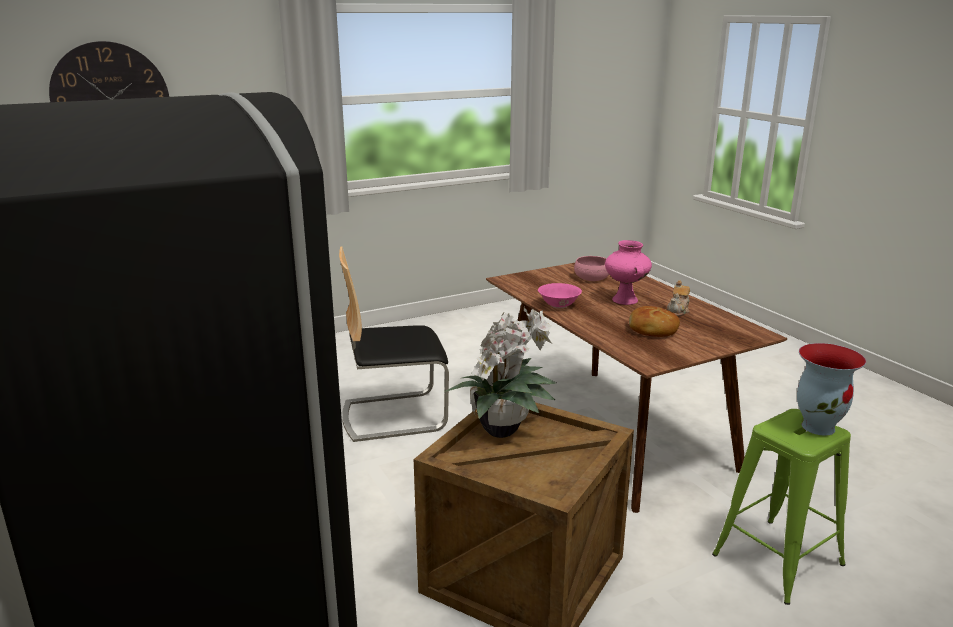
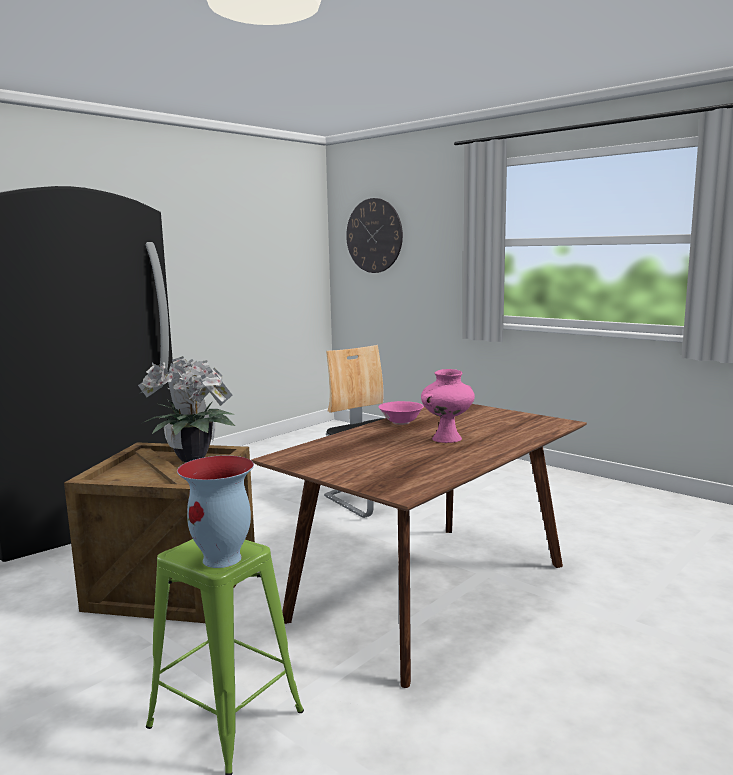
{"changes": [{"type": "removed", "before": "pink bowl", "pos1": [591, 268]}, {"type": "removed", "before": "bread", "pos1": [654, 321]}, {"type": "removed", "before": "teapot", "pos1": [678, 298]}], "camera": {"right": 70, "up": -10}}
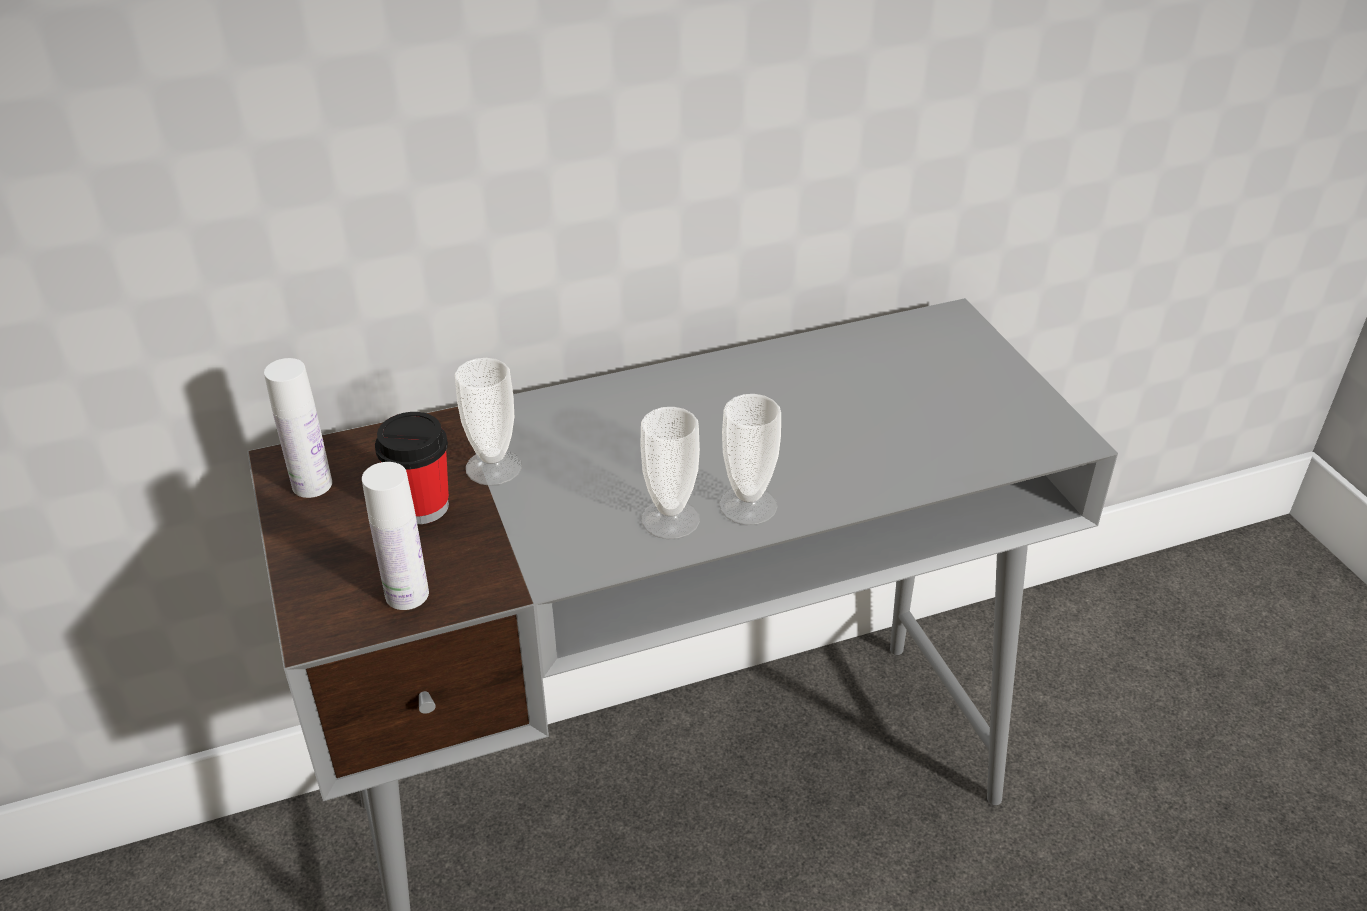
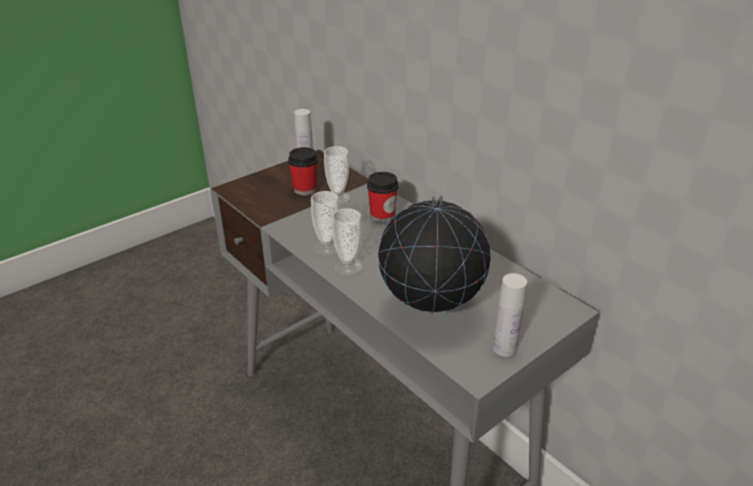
{"changes": [{"type": "moved", "before": "white bottle", "pos1": [395, 536], "pos2": [510, 315]}, {"type": "added", "after": "cup", "pos2": [383, 197]}, {"type": "added", "after": "globe", "pos2": [434, 254]}], "camera": {"right": 70, "up": -5}}
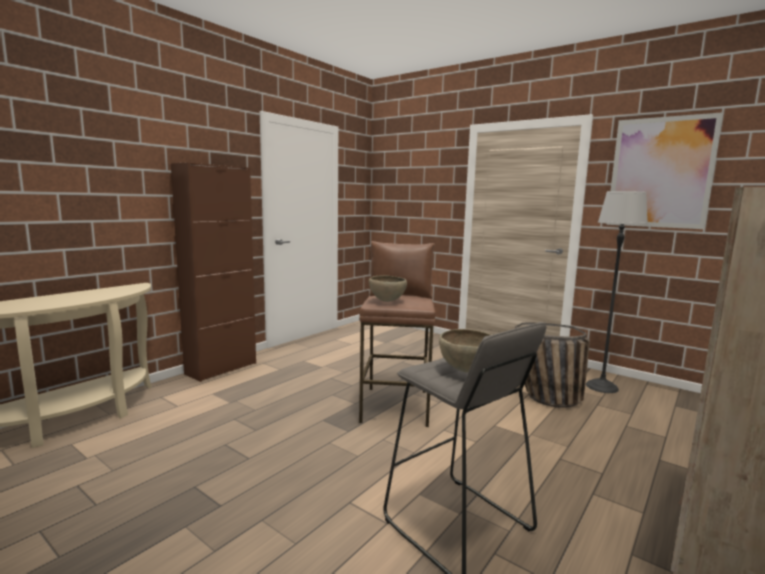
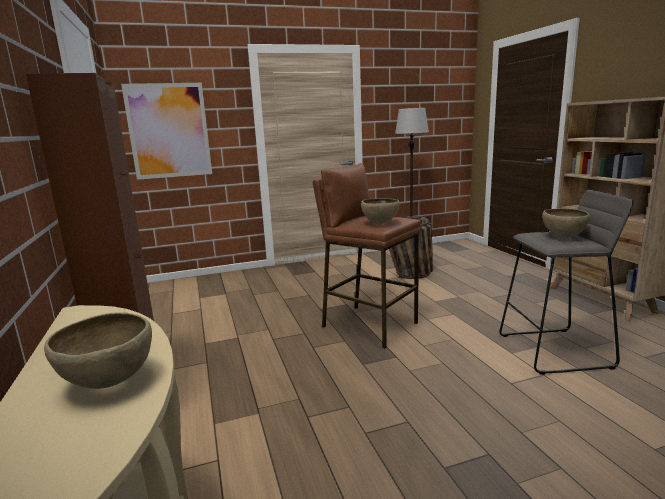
{"changes": [{"type": "moved", "before": "picture", "pos1": [665, 170], "pos2": [166, 131]}, {"type": "added", "after": "brown bowl", "pos2": [98, 350]}], "camera": {"right": -55, "up": 5}}
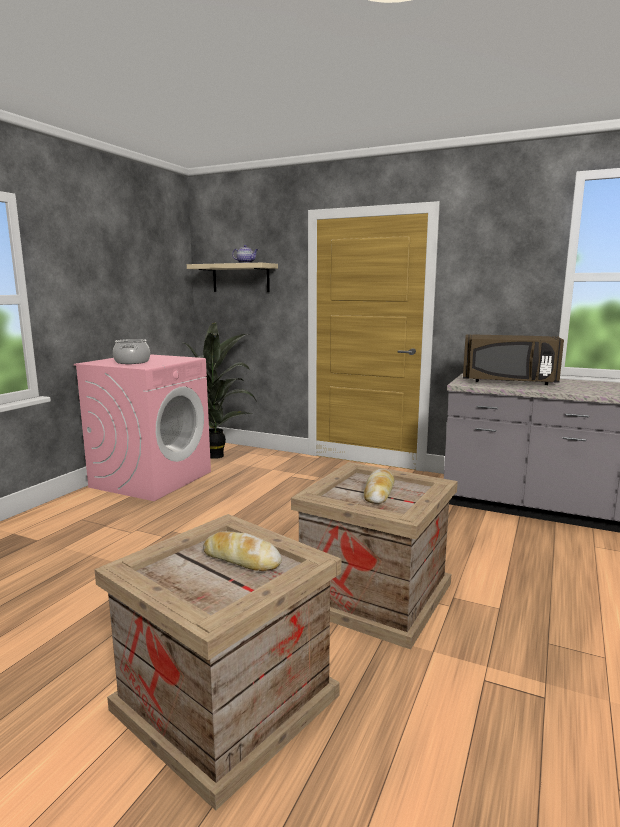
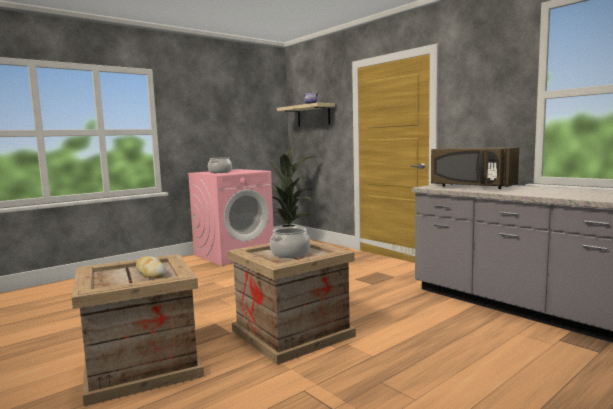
{"changes": [{"type": "replaced", "before": "bread", "after": "cooking pot", "pos1": [379, 486], "pos2": [290, 242]}], "camera": {"right": 25, "up": -5}}
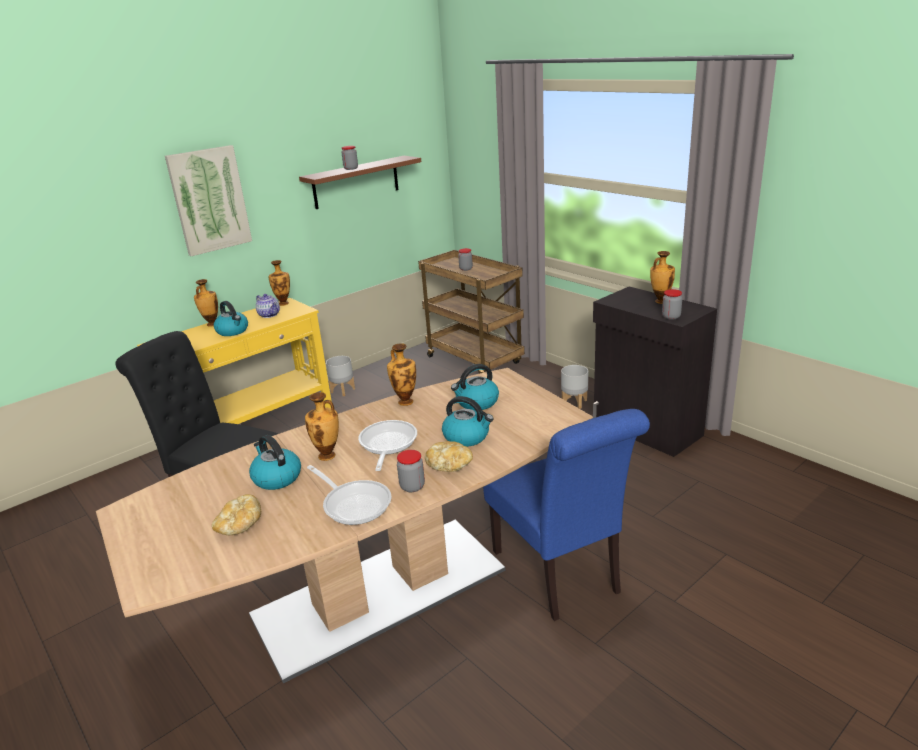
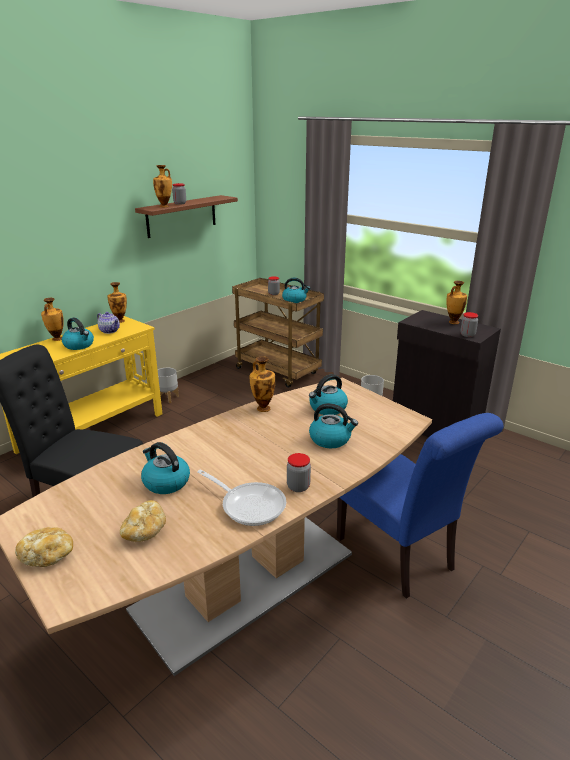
{"changes": [{"type": "removed", "before": "picture", "pos1": [208, 200]}, {"type": "moved", "before": "vase", "pos1": [322, 426], "pos2": [162, 186]}, {"type": "removed", "before": "frying pan", "pos1": [387, 445]}, {"type": "moved", "before": "bread", "pos1": [449, 456], "pos2": [44, 547]}, {"type": "added", "after": "kettle", "pos2": [296, 290]}], "camera": {"right": -10, "up": 0}}
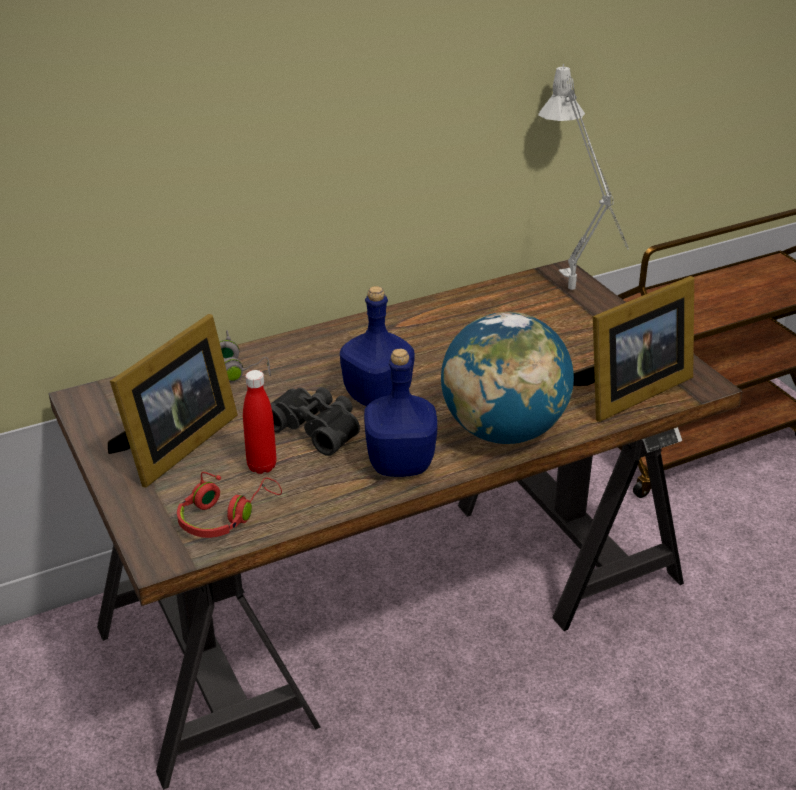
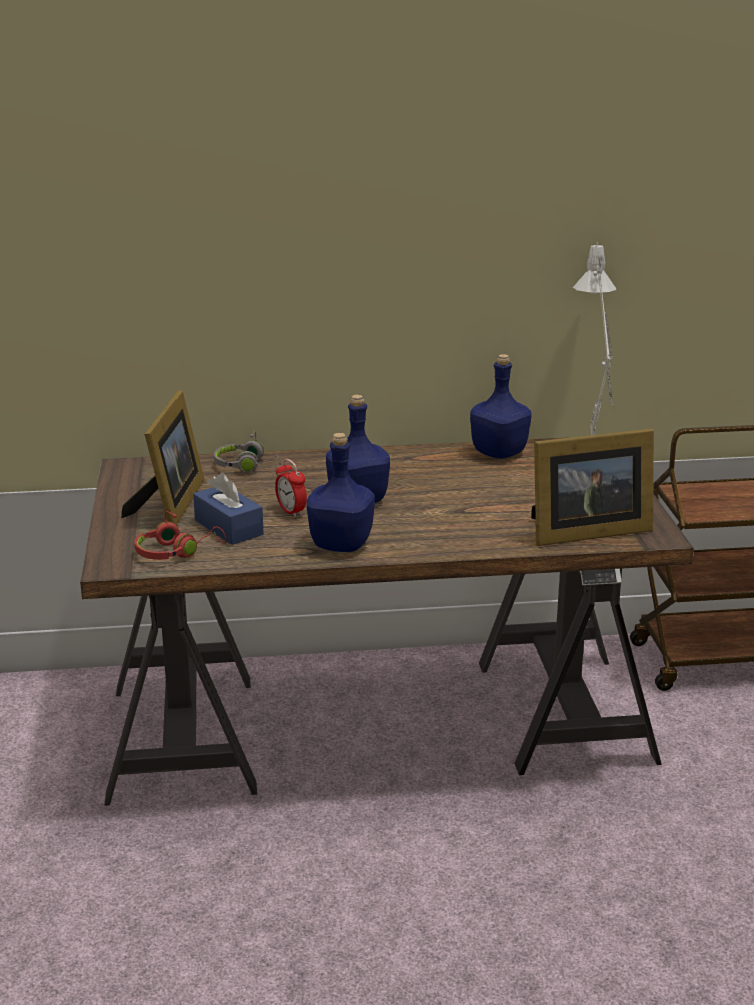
{"changes": [{"type": "turned", "before": "picture frame", "pos1": [173, 401], "pos2": [162, 457], "turn": -45}, {"type": "replaced", "before": "red bottle", "after": "blue tissue box", "pos1": [259, 422], "pos2": [228, 509]}, {"type": "replaced", "before": "black binoculars", "after": "alarm clock", "pos1": [315, 421], "pos2": [291, 488]}, {"type": "removed", "before": "globe", "pos1": [507, 378]}, {"type": "added", "after": "blue bottle", "pos2": [501, 406]}], "camera": {"right": 20, "up": -10}}
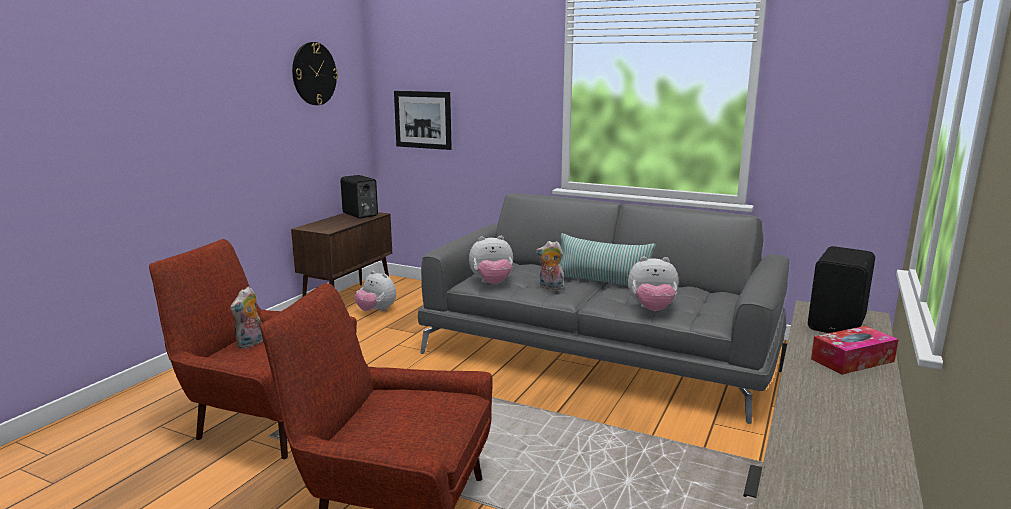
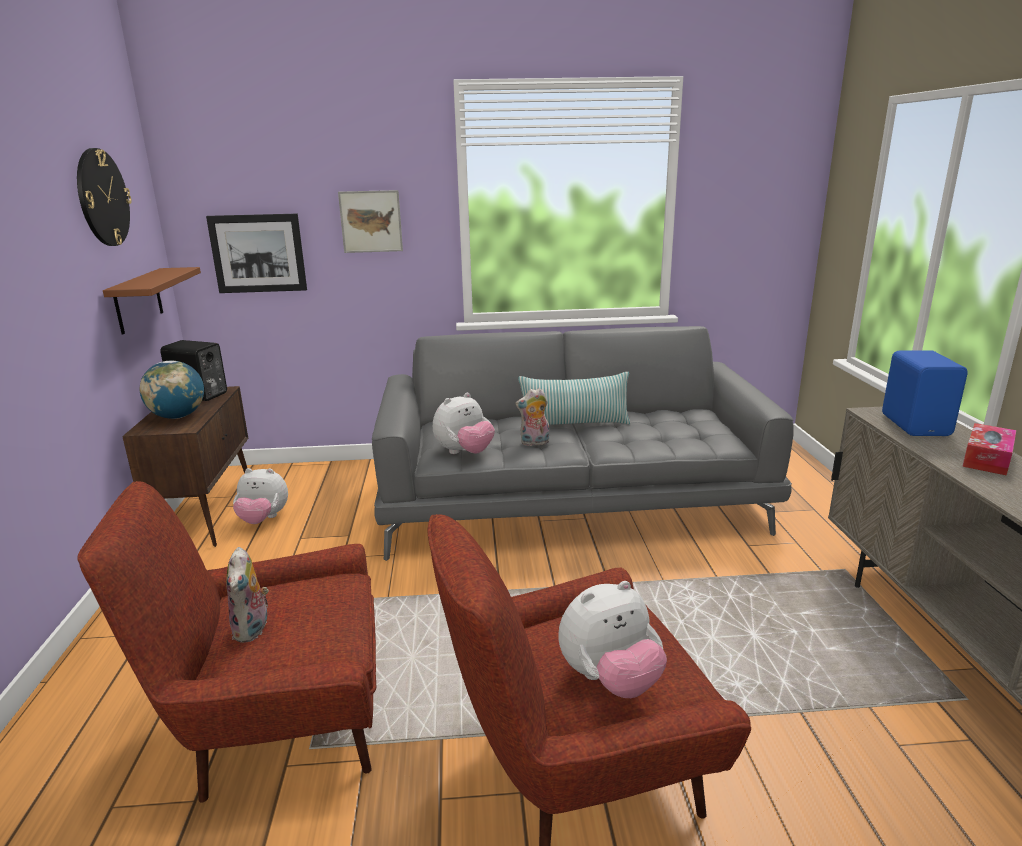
{"changes": [{"type": "moved", "before": "plush toy", "pos1": [653, 284], "pos2": [612, 639]}, {"type": "recoloured", "before": "black speaker", "after": "blue speaker", "pos1": [841, 289], "pos2": [925, 393]}, {"type": "added", "after": "brown shelf", "pos2": [152, 300]}, {"type": "added", "after": "globe", "pos2": [172, 390]}, {"type": "added", "after": "picture", "pos2": [370, 221]}], "camera": {"right": -30, "up": 5}}
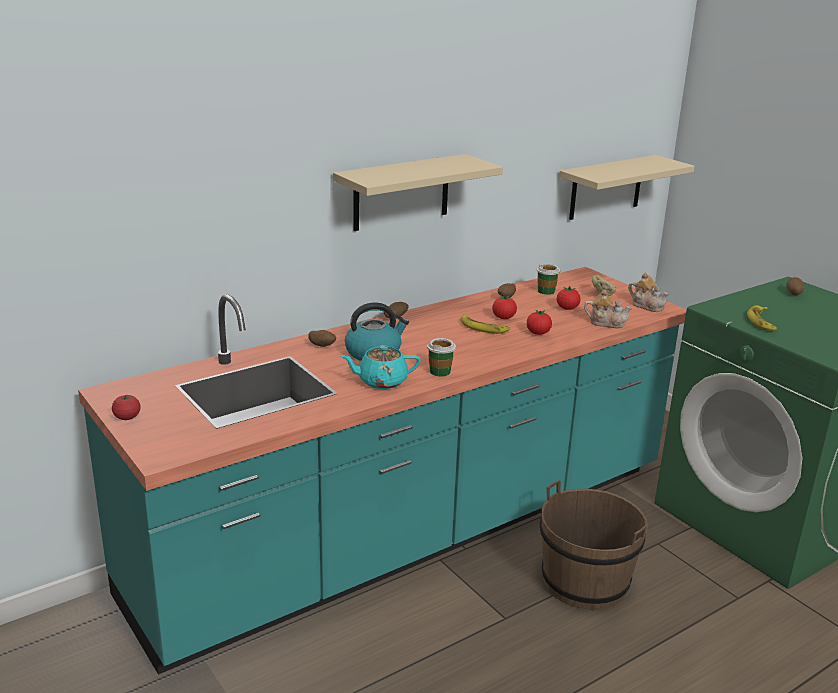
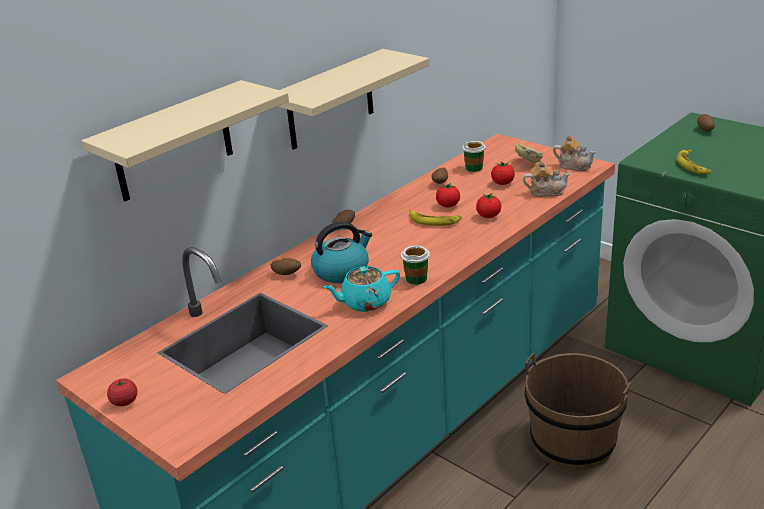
{"changes": [{"type": "moved", "before": "beige shelf", "pos1": [627, 187], "pos2": [185, 140]}], "camera": {"right": -10, "up": 5}}
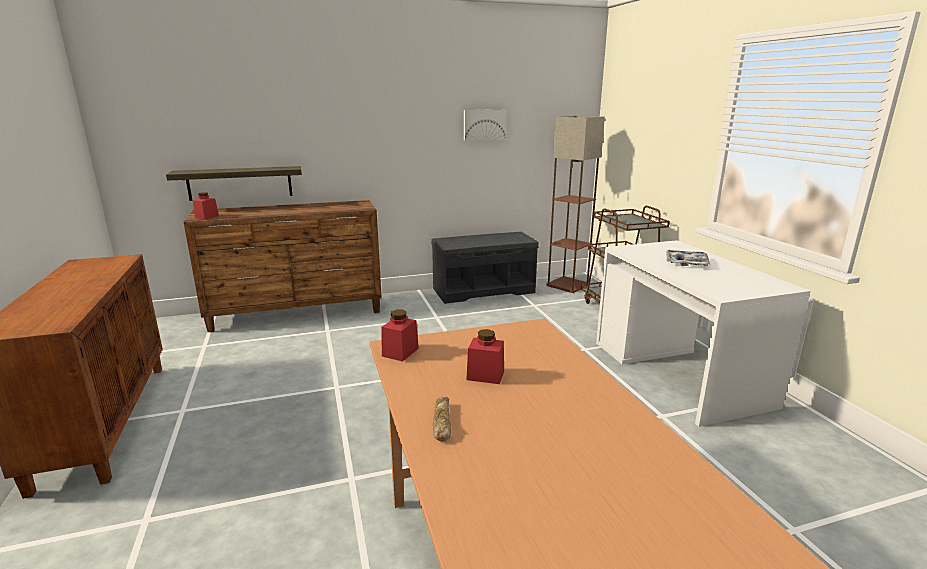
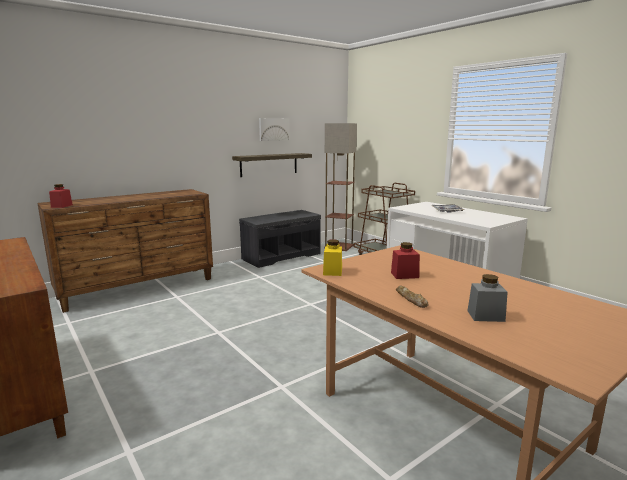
{"changes": [{"type": "moved", "before": "shelf", "pos1": [234, 183], "pos2": [272, 165]}, {"type": "recoloured", "before": "red jar", "after": "yellow jar", "pos1": [400, 336], "pos2": [332, 257]}, {"type": "added", "after": "grey jar", "pos2": [488, 298]}], "camera": {"right": -20, "up": -5}}
